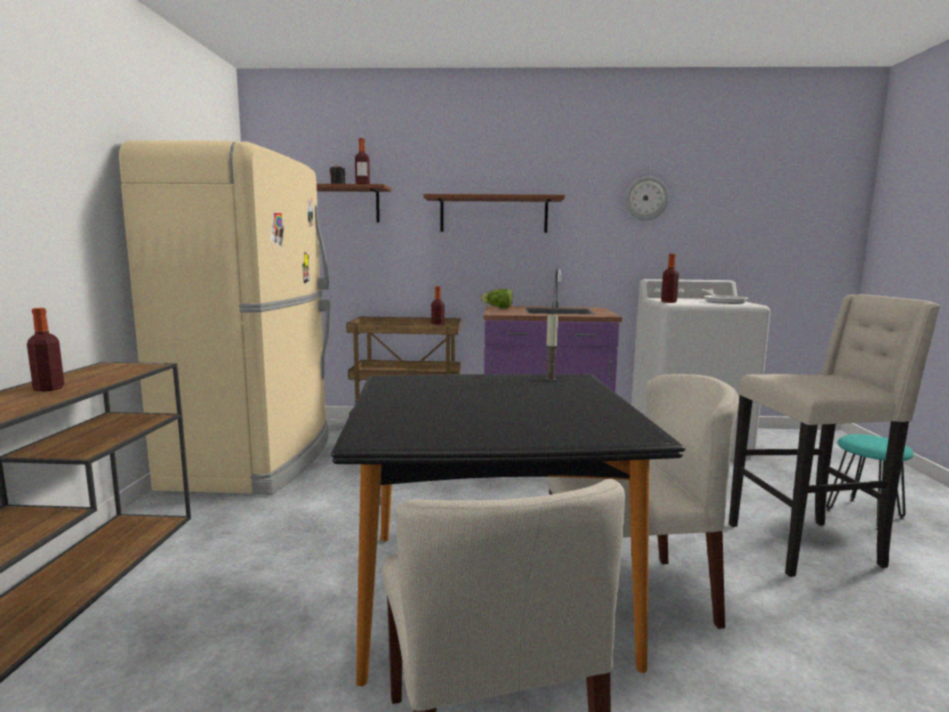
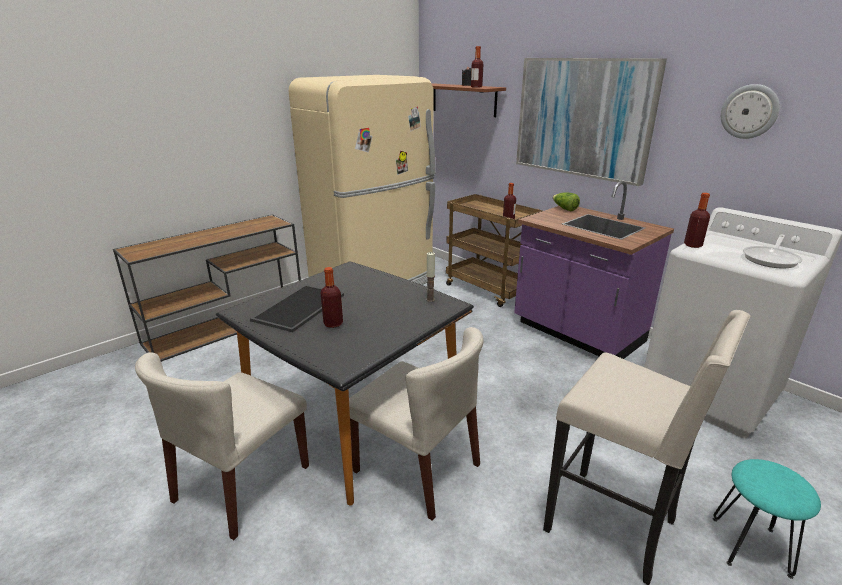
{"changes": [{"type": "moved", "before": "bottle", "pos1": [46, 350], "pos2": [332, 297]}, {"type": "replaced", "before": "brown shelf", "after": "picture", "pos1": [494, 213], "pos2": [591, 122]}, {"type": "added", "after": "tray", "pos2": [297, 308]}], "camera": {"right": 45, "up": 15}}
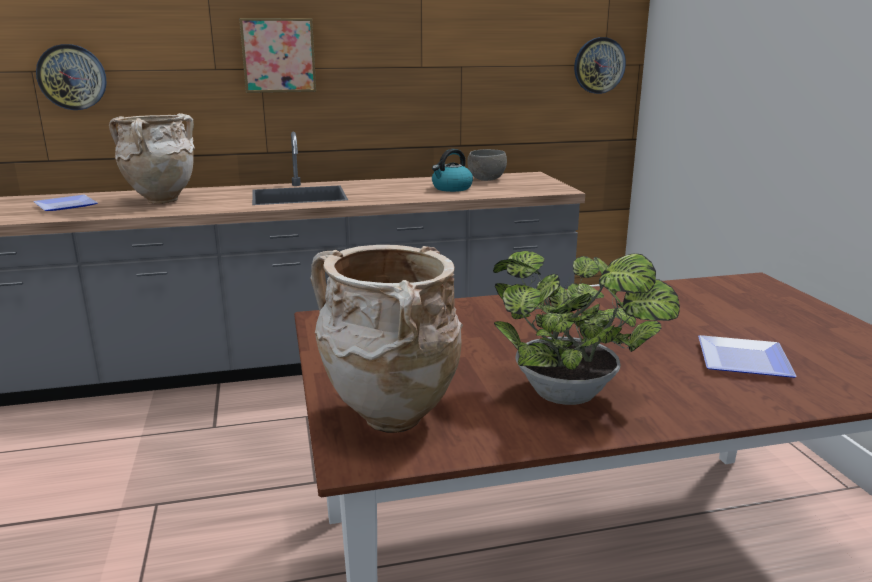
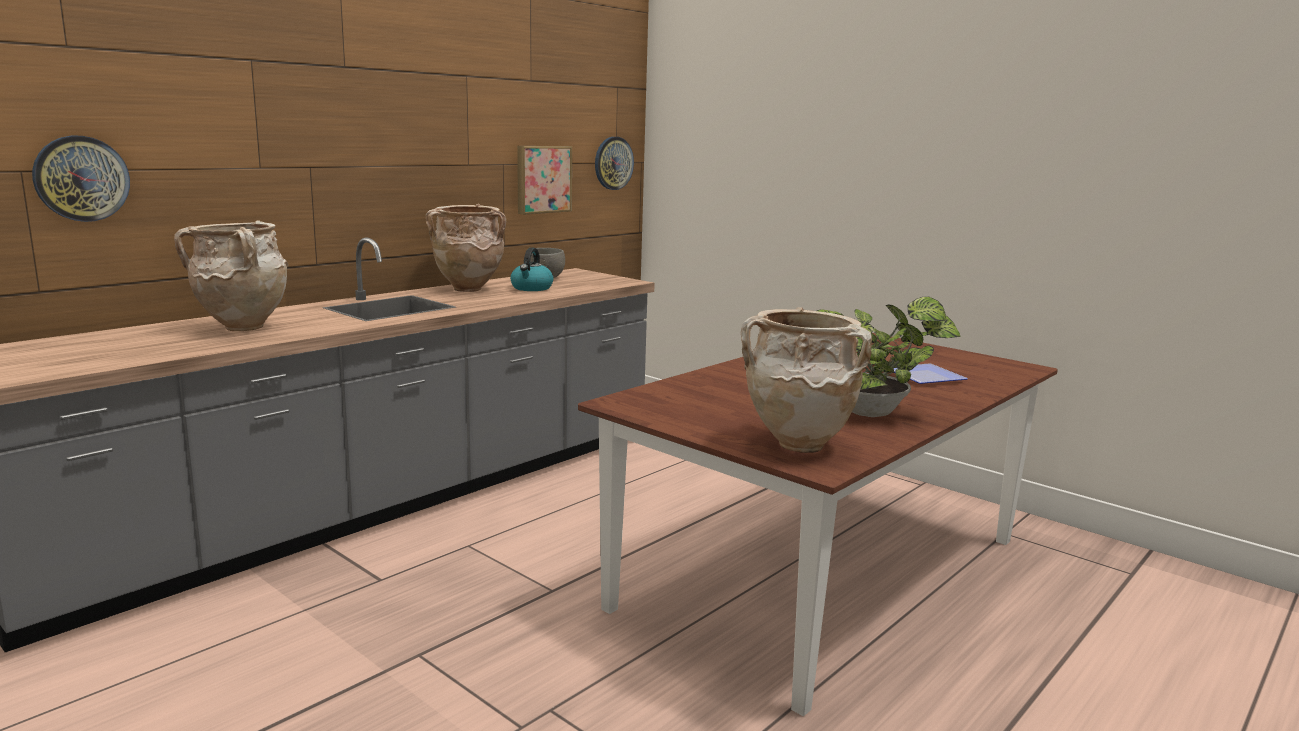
{"changes": [{"type": "removed", "before": "plate", "pos1": [65, 203]}, {"type": "moved", "before": "picture", "pos1": [277, 55], "pos2": [544, 180]}, {"type": "added", "after": "beige vase", "pos2": [466, 248]}], "camera": {"right": -35, "up": -5}}
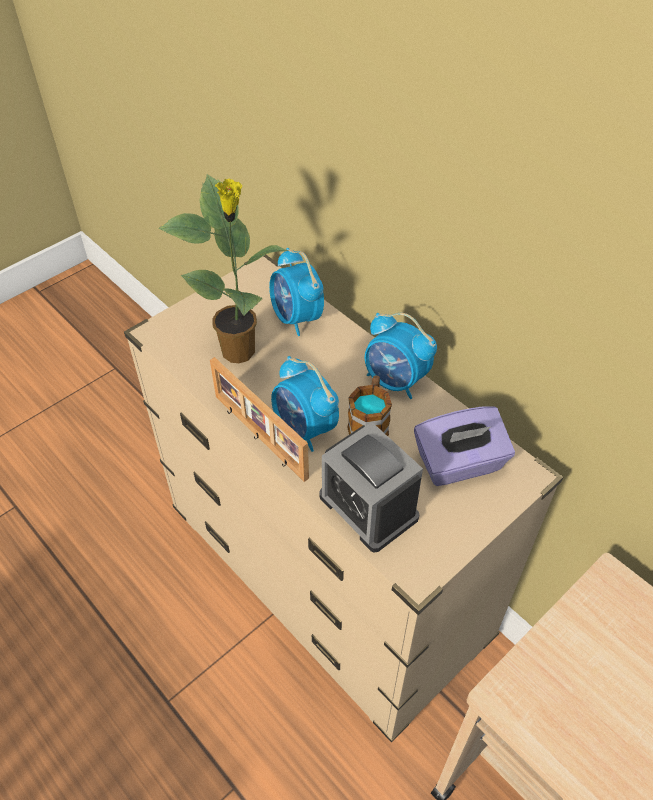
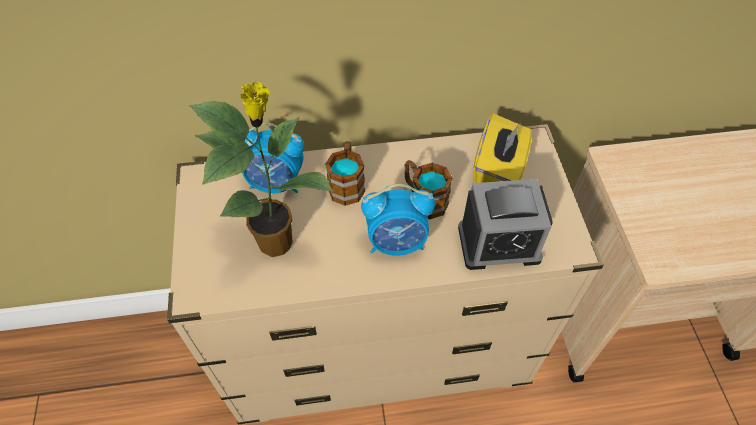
{"changes": [{"type": "removed", "before": "picture frame", "pos1": [259, 419]}, {"type": "removed", "before": "alarm clock", "pos1": [401, 356]}, {"type": "recoloured", "before": "purple tissue box", "after": "yellow tissue box", "pos1": [464, 446], "pos2": [502, 148]}, {"type": "added", "after": "mug", "pos2": [345, 173]}], "camera": {"right": -55, "up": 5}}
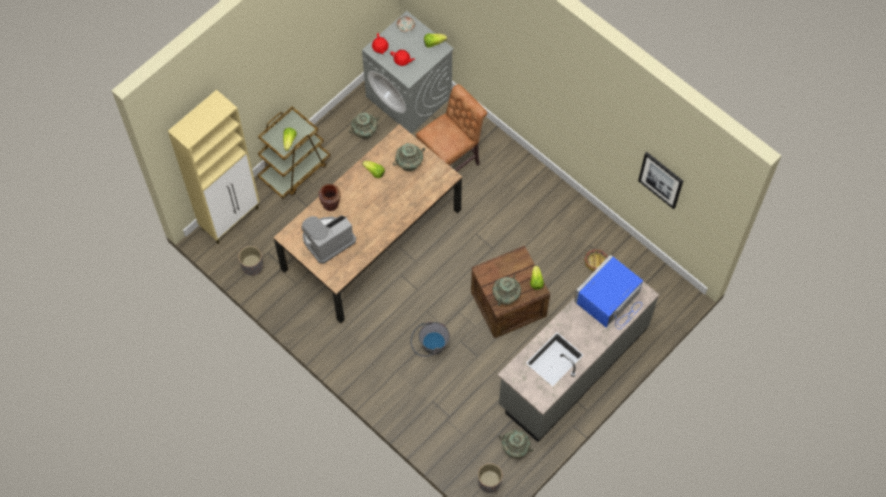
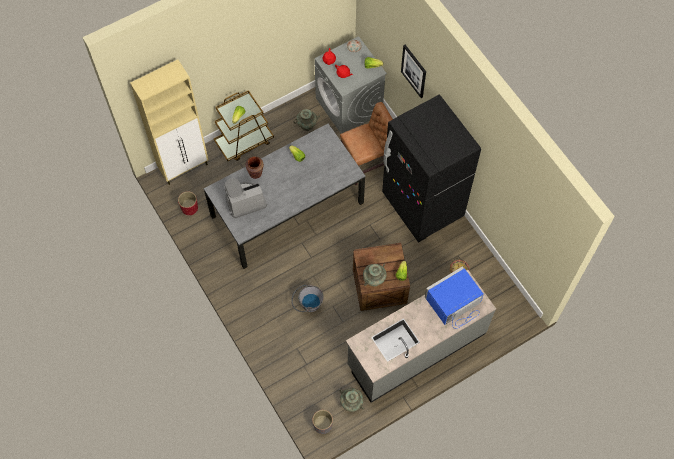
{"changes": [{"type": "recoloured", "before": "grey planter", "after": "red planter", "pos1": [250, 260], "pos2": [188, 203]}, {"type": "recoloured", "before": "brown dining table", "after": "grey dining table", "pos1": [367, 223], "pos2": [284, 196]}, {"type": "removed", "before": "turquoise vase", "pos1": [409, 157]}, {"type": "moved", "before": "picture", "pos1": [660, 180], "pos2": [413, 71]}, {"type": "added", "after": "black fridge", "pos2": [431, 168]}], "camera": {"right": 15, "up": 0}}
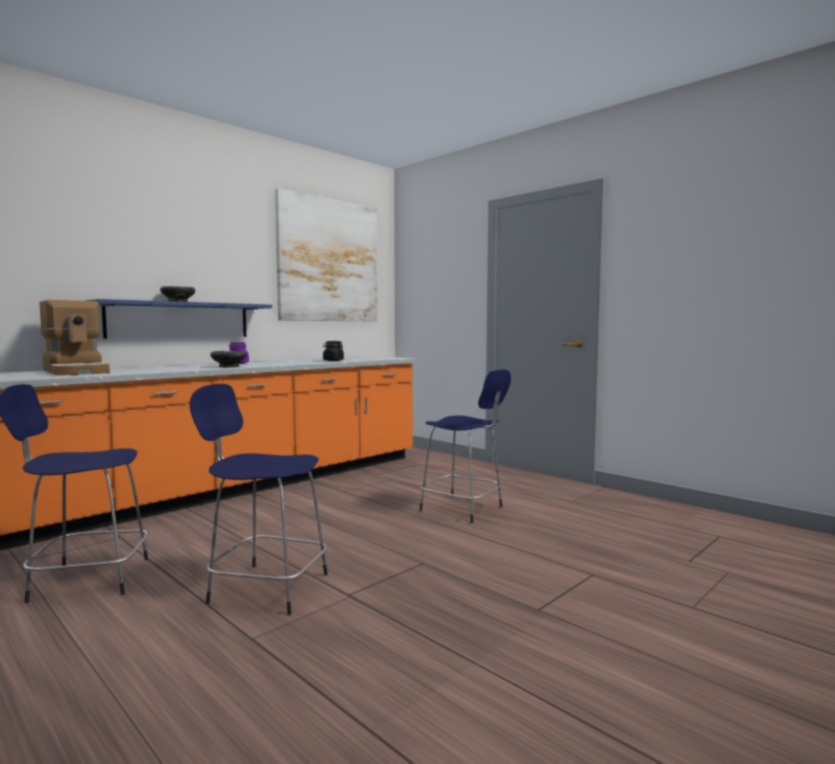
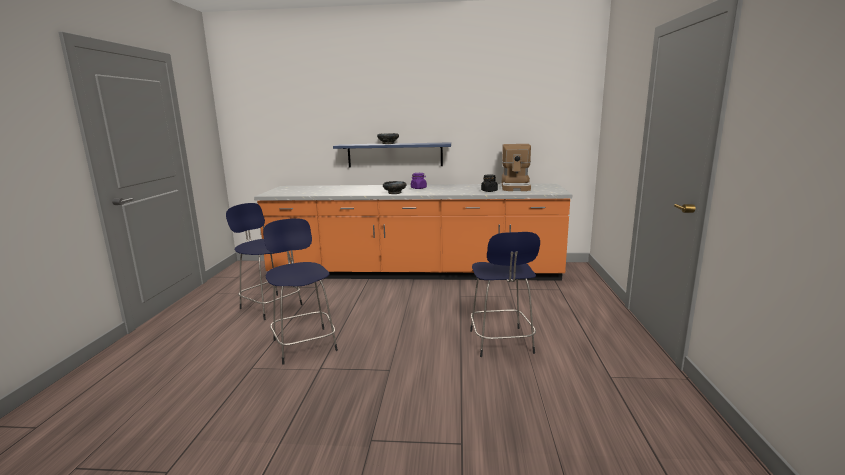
{"changes": [{"type": "moved", "before": "coffee machine", "pos1": [74, 337], "pos2": [516, 167]}, {"type": "removed", "before": "picture", "pos1": [326, 254]}], "camera": {"right": 50, "up": 10}}
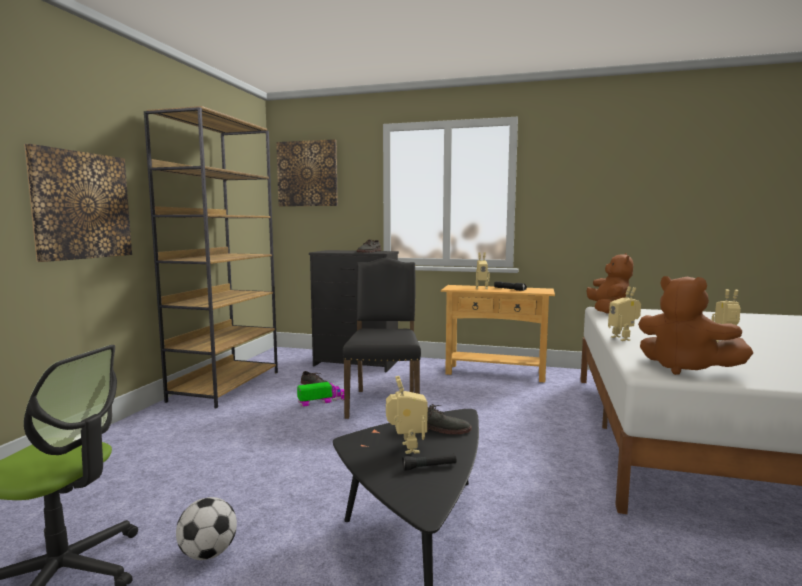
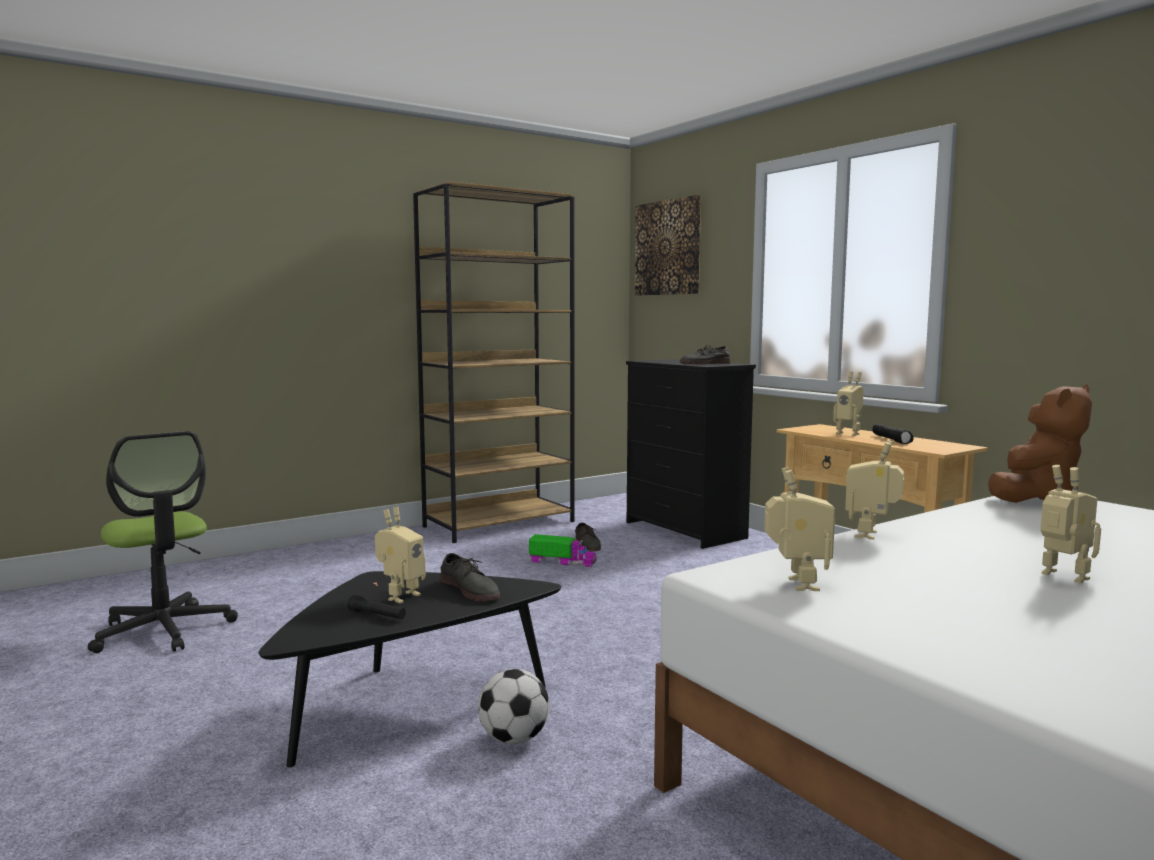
{"changes": [{"type": "removed", "before": "picture", "pos1": [78, 203]}, {"type": "moved", "before": "football", "pos1": [206, 528], "pos2": [513, 706]}, {"type": "removed", "before": "black chair", "pos1": [382, 338]}, {"type": "replaced", "before": "brown plush toy", "after": "toy robot", "pos1": [695, 325], "pos2": [799, 529]}], "camera": {"right": 40, "up": 0}}
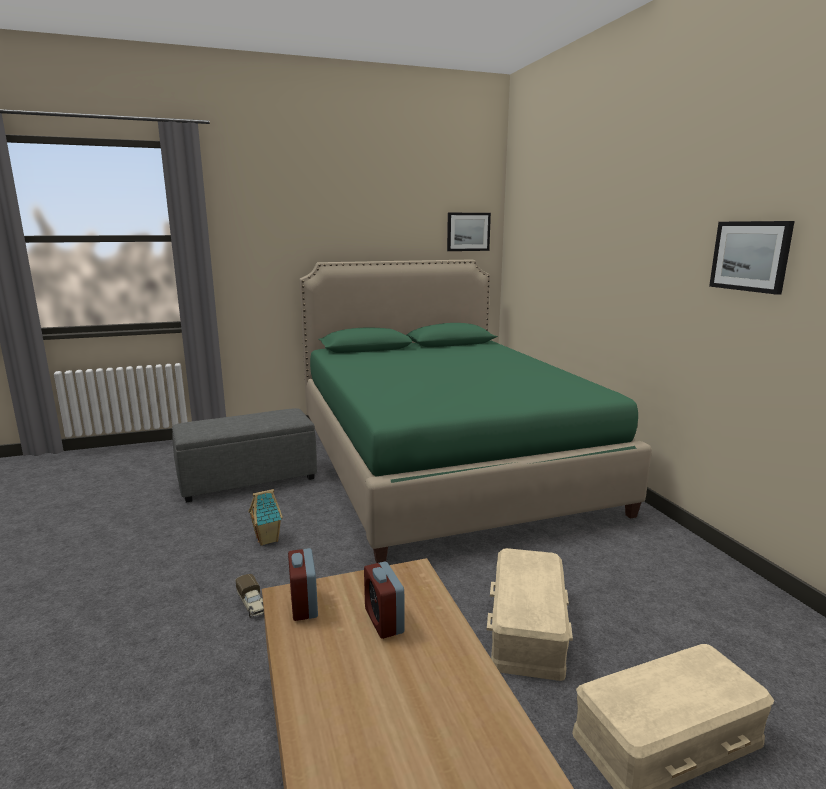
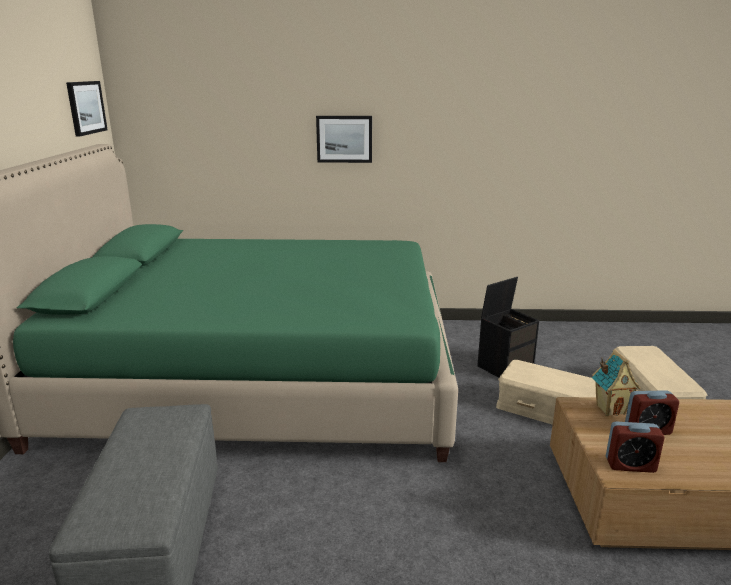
{"changes": [{"type": "removed", "before": "toy truck", "pos1": [249, 595]}, {"type": "moved", "before": "toy house", "pos1": [265, 517], "pos2": [616, 382]}, {"type": "moved", "before": "picture", "pos1": [752, 258], "pos2": [344, 139]}, {"type": "added", "after": "black storage box", "pos2": [508, 327]}], "camera": {"right": -70, "up": 5}}
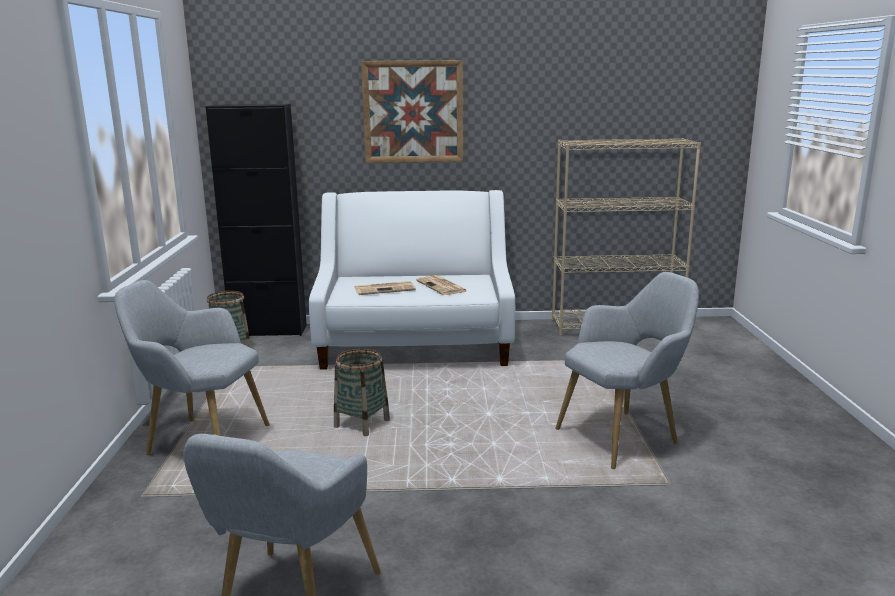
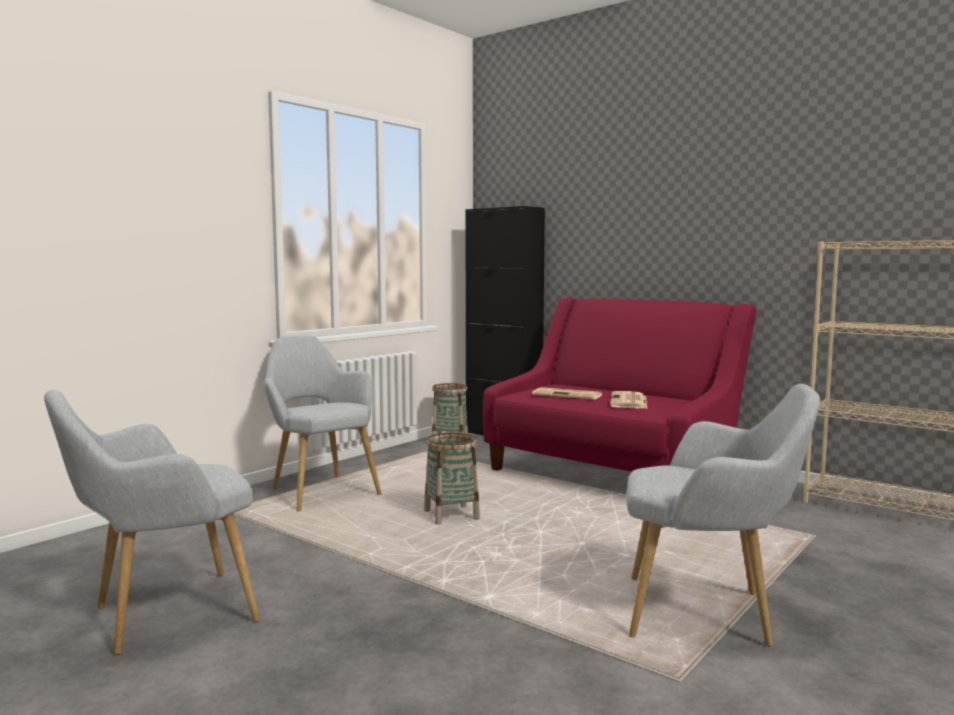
{"changes": [{"type": "recoloured", "before": "white sofa", "after": "red sofa", "pos1": [412, 280], "pos2": [620, 384]}, {"type": "removed", "before": "picture", "pos1": [412, 111]}], "camera": {"right": 40, "up": -10}}
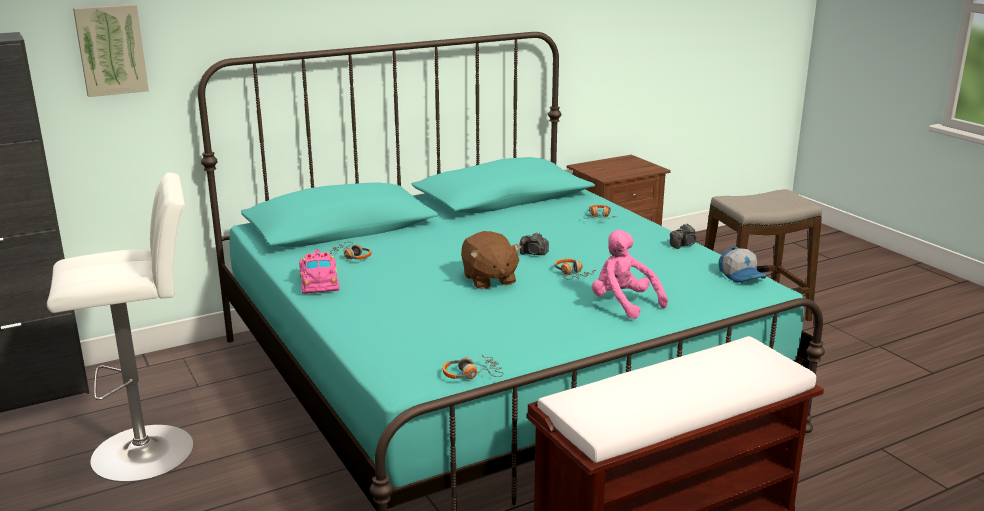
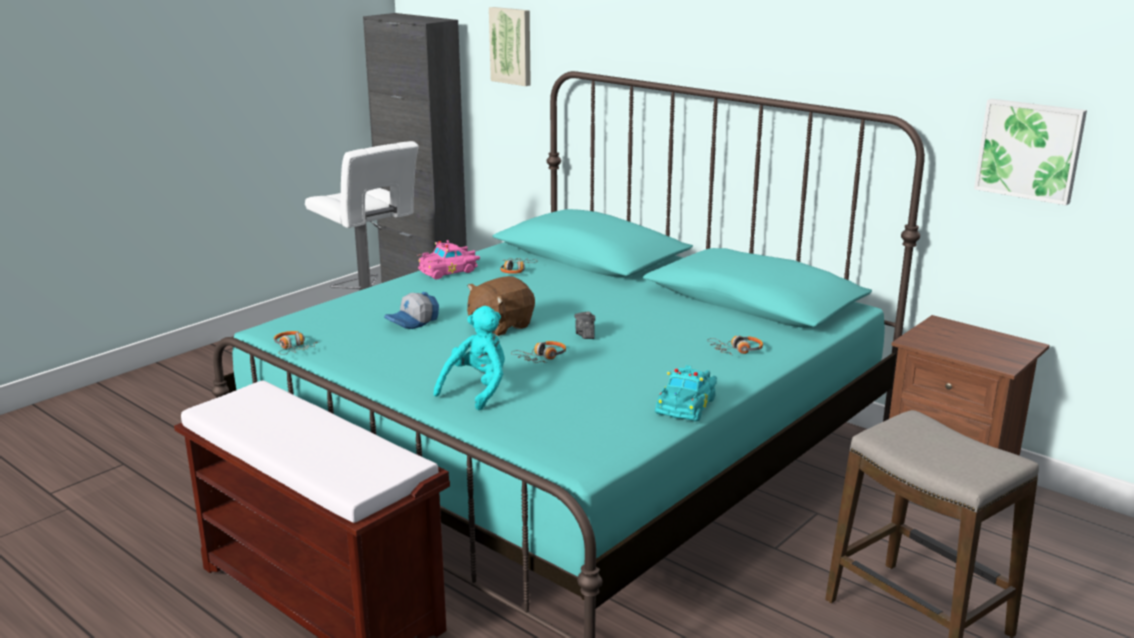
{"changes": [{"type": "recoloured", "before": "pink plush toy", "after": "turquoise plush toy", "pos1": [630, 274], "pos2": [469, 358]}, {"type": "replaced", "before": "photo camera", "after": "turquoise toy car", "pos1": [683, 236], "pos2": [686, 393]}, {"type": "moved", "before": "cap", "pos1": [742, 264], "pos2": [411, 310]}, {"type": "added", "after": "picture", "pos2": [1030, 152]}], "camera": {"right": 70, "up": 0}}
